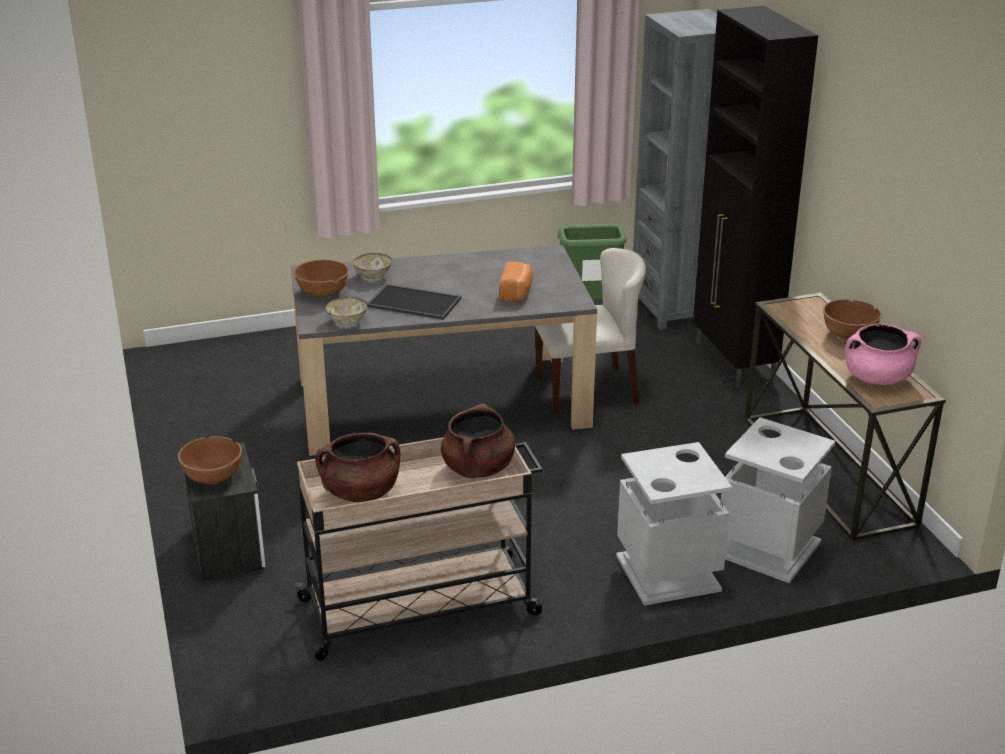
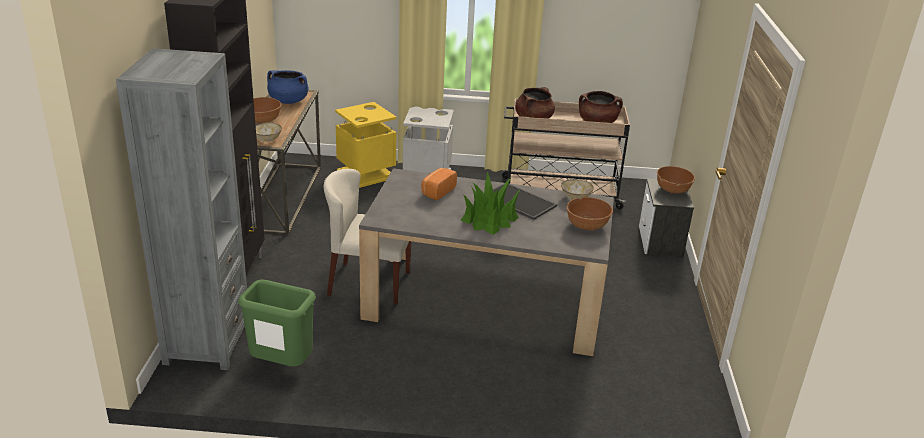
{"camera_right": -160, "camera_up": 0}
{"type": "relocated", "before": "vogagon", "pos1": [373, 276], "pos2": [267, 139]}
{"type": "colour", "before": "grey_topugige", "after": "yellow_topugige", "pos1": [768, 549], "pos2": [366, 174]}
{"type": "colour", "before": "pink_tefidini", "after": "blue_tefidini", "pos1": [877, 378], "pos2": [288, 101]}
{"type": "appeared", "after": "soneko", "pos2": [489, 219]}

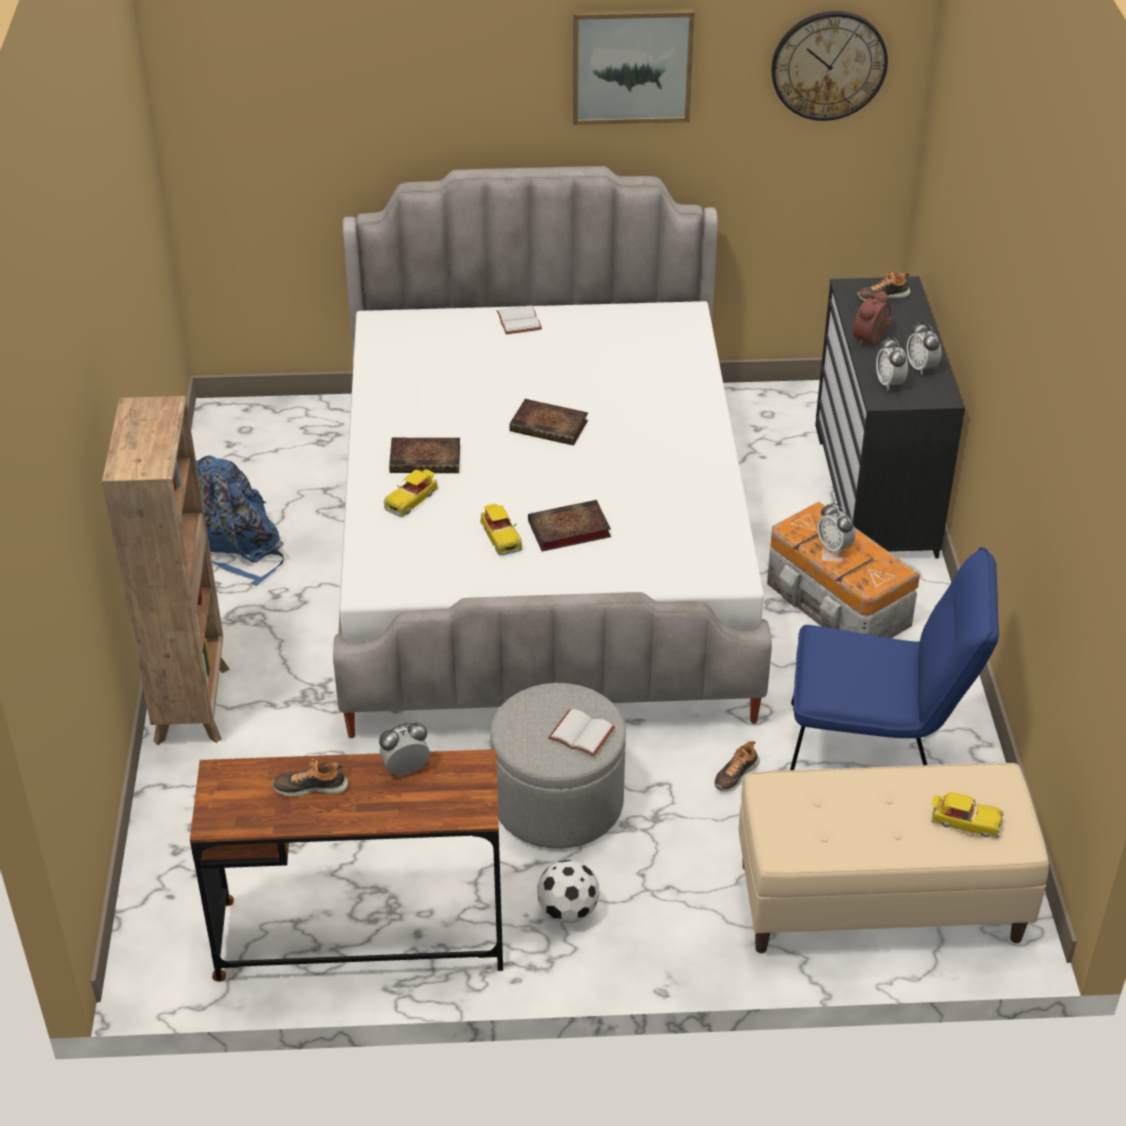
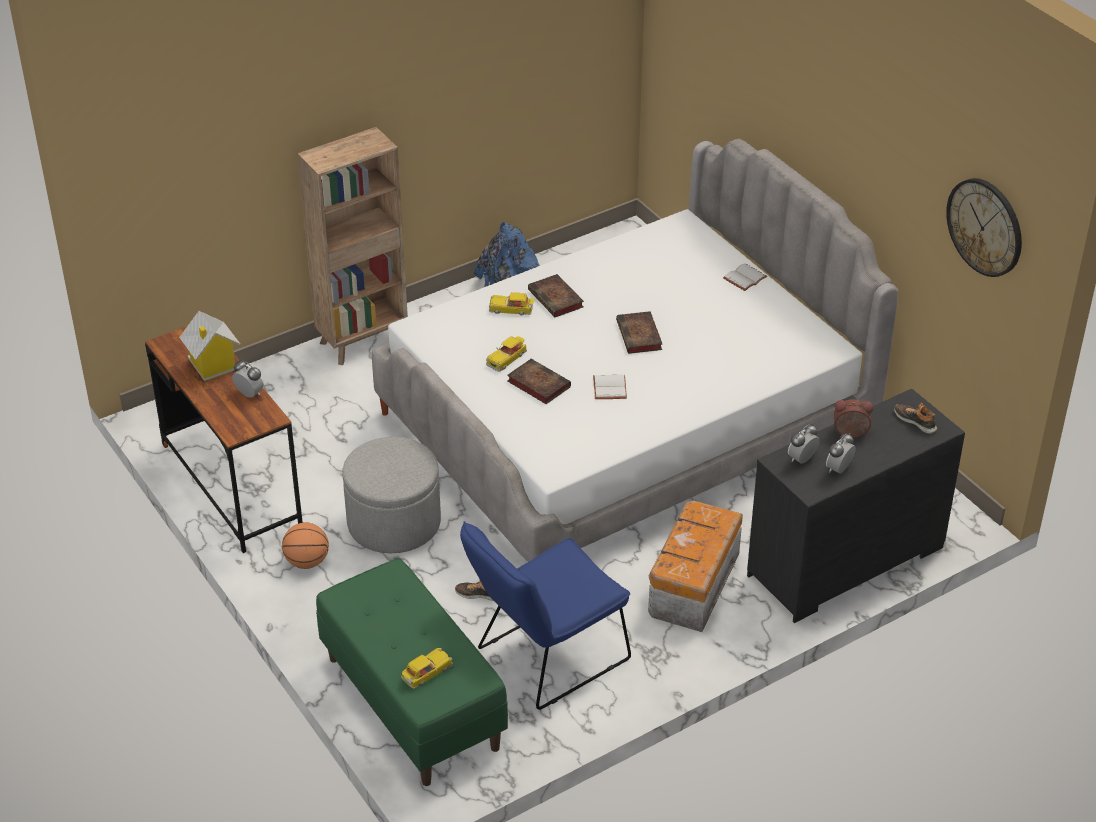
{"camera_right": 60, "camera_up": 0}
{"type": "exchanged", "before": "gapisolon", "after": "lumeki", "pos1": [311, 786], "pos2": [212, 365]}
{"type": "exchanged", "before": "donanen", "after": "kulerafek", "pos1": [567, 911], "pos2": [307, 562]}
{"type": "relocated", "before": "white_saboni", "pos1": [580, 735], "pos2": [608, 387]}
{"type": "missing", "before": "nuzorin", "pos1": [632, 65]}
{"type": "colour", "before": "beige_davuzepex", "after": "green_davuzepex", "pos1": [878, 903], "pos2": [411, 702]}
{"type": "spun", "before": "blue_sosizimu", "pos1": [875, 761], "pos2": [545, 658], "turn": 75}
{"type": "missing", "before": "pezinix", "pos1": [834, 547]}
{"type": "spun", "before": "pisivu", "pos1": [964, 822], "pos2": [426, 673], "turn": -120}

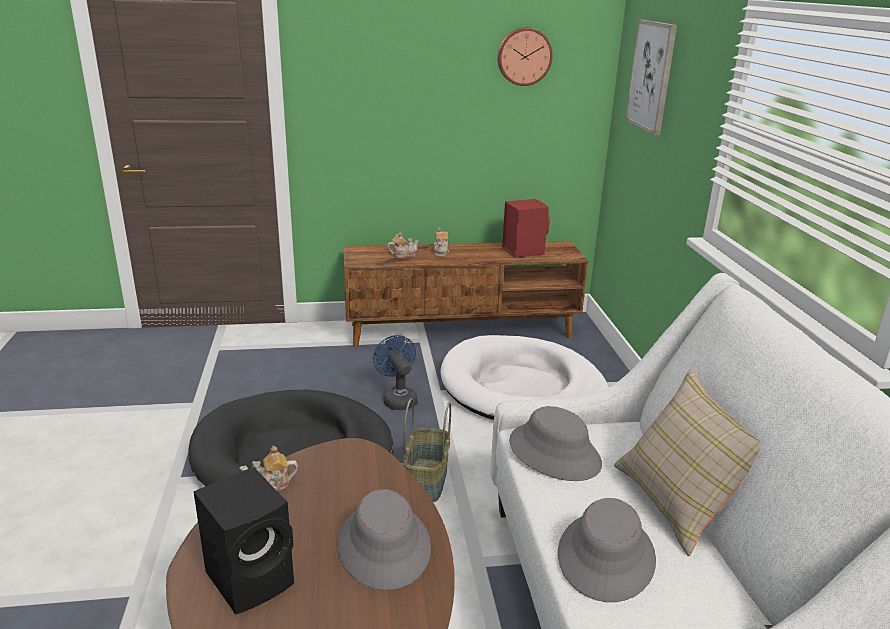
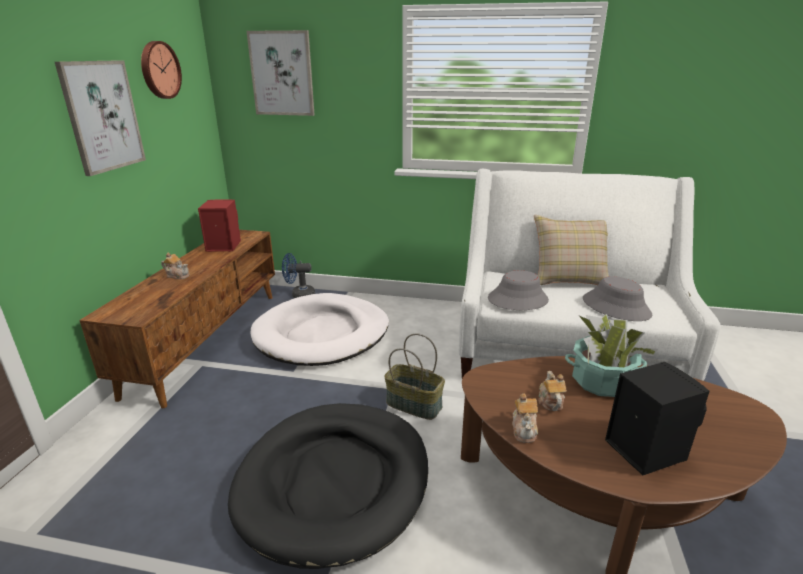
{"camera_right": -70, "camera_up": 0}
{"type": "exchanged", "before": "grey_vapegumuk", "after": "soneko", "pos1": [385, 546], "pos2": [600, 382]}
{"type": "relocated", "before": "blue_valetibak", "pos1": [397, 398], "pos2": [299, 295]}
{"type": "relocated", "before": "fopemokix", "pos1": [403, 255], "pos2": [550, 401]}
{"type": "appeared", "after": "nuzorin", "pos2": [102, 116]}

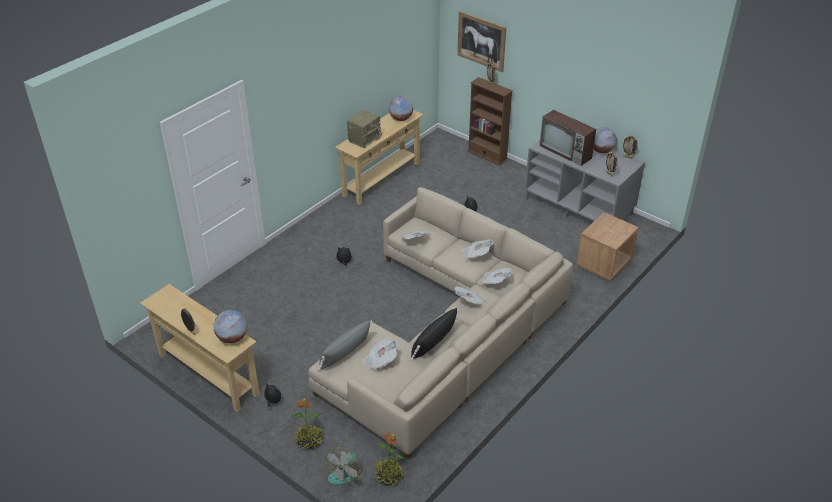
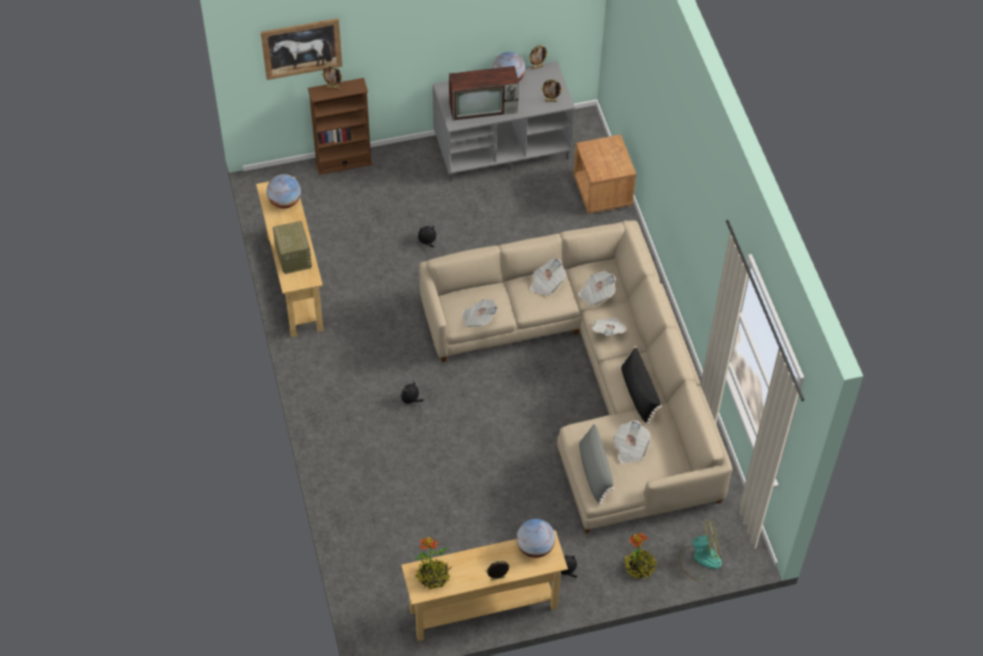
{"camera_right": -55, "camera_up": 15}
{"type": "spun", "before": "valetibak", "pos1": [346, 472], "pos2": [700, 558], "turn": -75}
{"type": "relocated", "before": "soneko", "pos1": [389, 475], "pos2": [433, 576]}

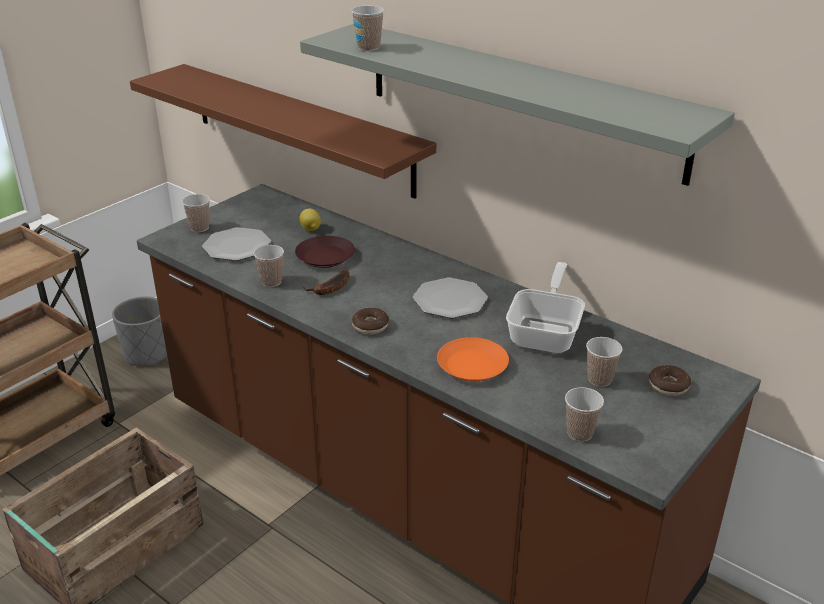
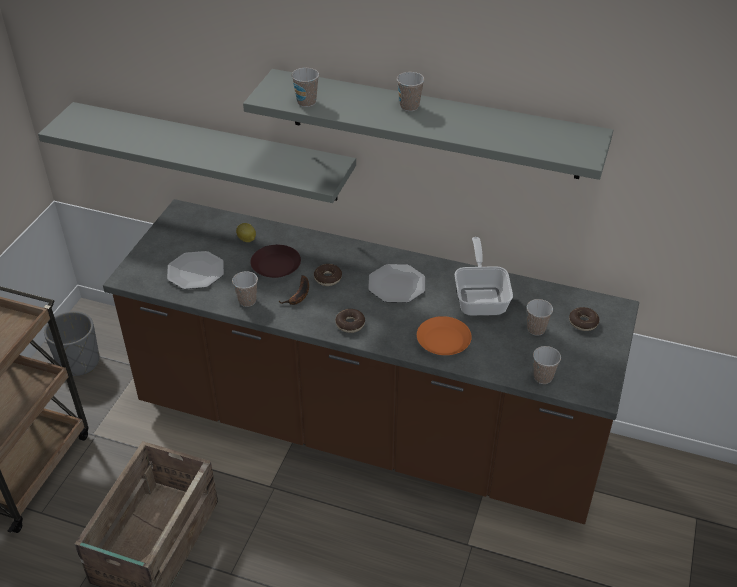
{"camera_right": -20, "camera_up": 10}
{"type": "colour", "before": "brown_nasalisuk", "after": "grey_nasalisuk", "pos1": [299, 128], "pos2": [212, 151]}
{"type": "relocated", "before": "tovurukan", "pos1": [199, 228], "pos2": [409, 106]}
{"type": "appeared", "after": "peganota", "pos2": [328, 278]}

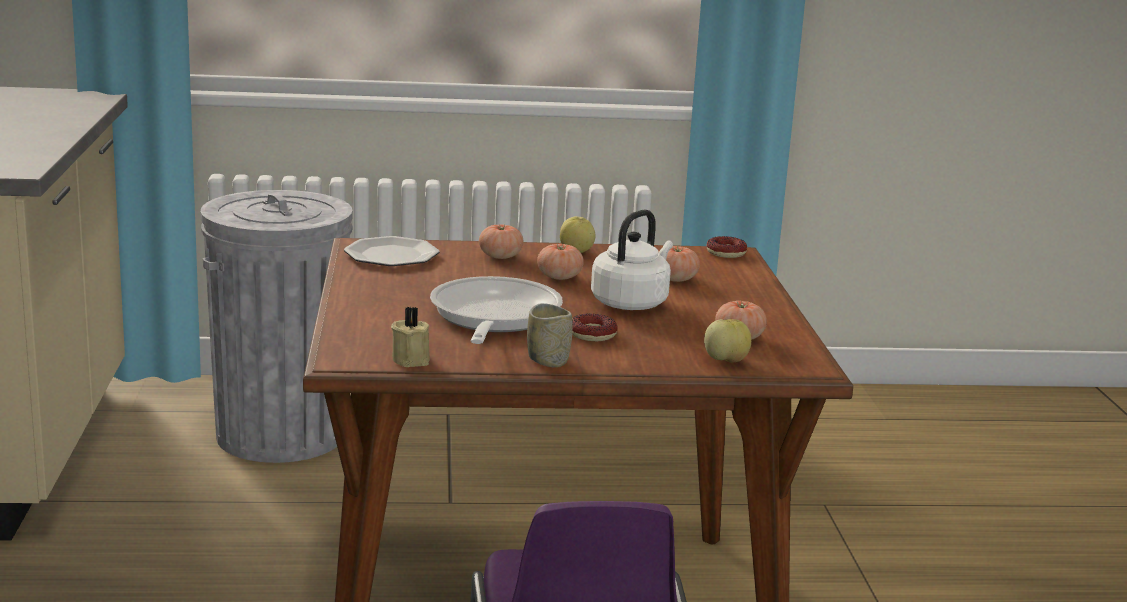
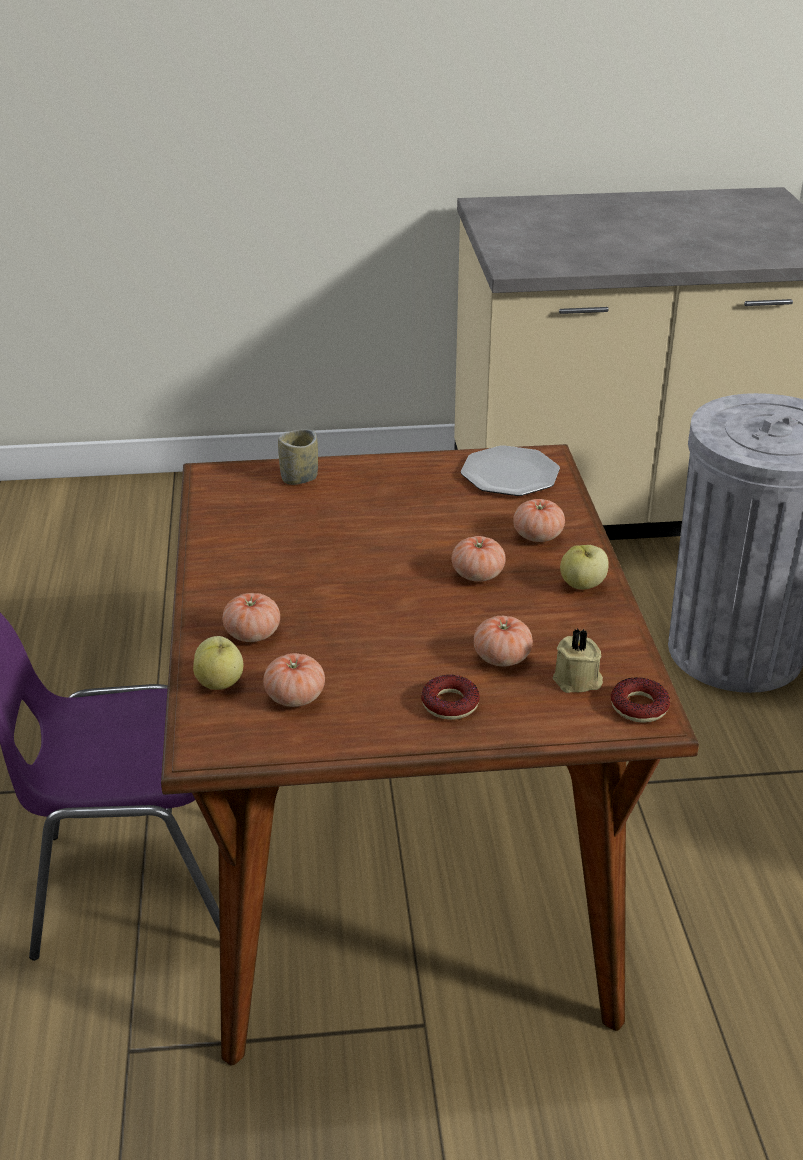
{"camera_right": 90, "camera_up": 15}
{"type": "relocated", "before": "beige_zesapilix", "pos1": [412, 359], "pos2": [578, 681]}
{"type": "missing", "before": "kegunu", "pos1": [492, 318]}
{"type": "relocated", "before": "tovurukan", "pos1": [548, 361], "pos2": [299, 478]}
{"type": "relocated", "before": "peganota", "pos1": [592, 334], "pos2": [450, 704]}
{"type": "missing", "before": "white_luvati", "pos1": [632, 302]}
{"type": "appeared", "after": "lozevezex", "pos2": [252, 634]}

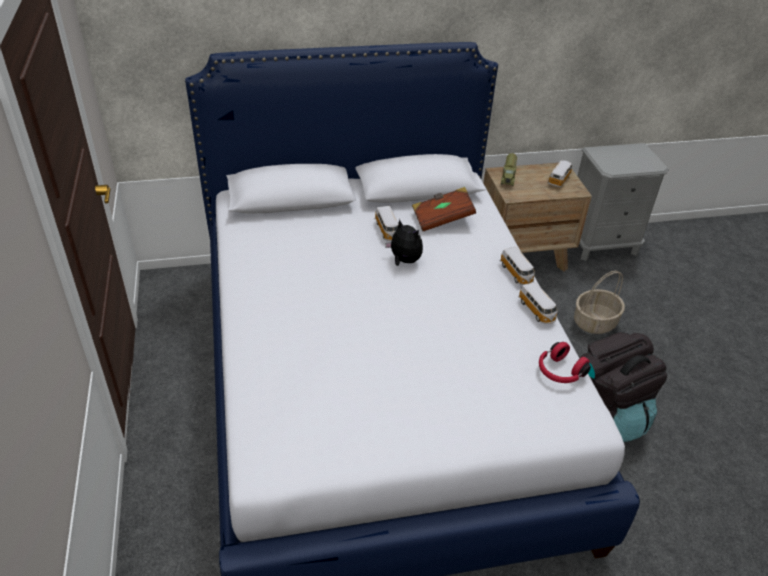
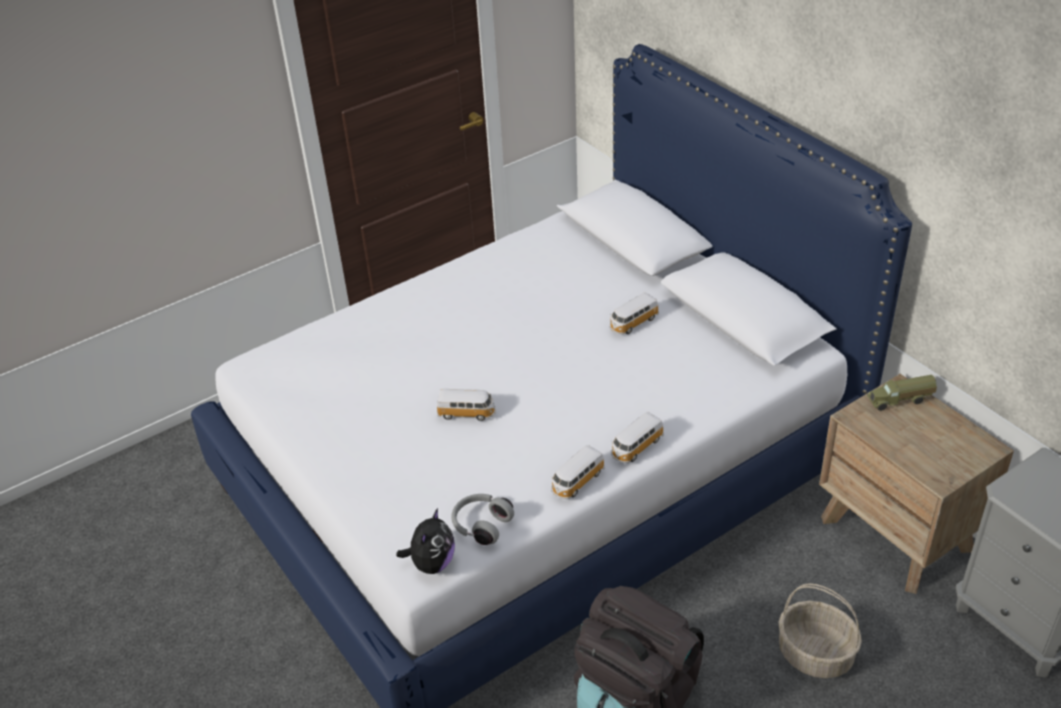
{"camera_right": 70, "camera_up": 0}
{"type": "relocated", "before": "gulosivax", "pos1": [404, 261], "pos2": [432, 563]}
{"type": "missing", "before": "brown_saboni", "pos1": [442, 219]}
{"type": "colour", "before": "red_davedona", "after": "grey_davedona", "pos1": [559, 372], "pos2": [481, 525]}
{"type": "relocated", "before": "pisivu", "pos1": [559, 179], "pos2": [467, 413]}

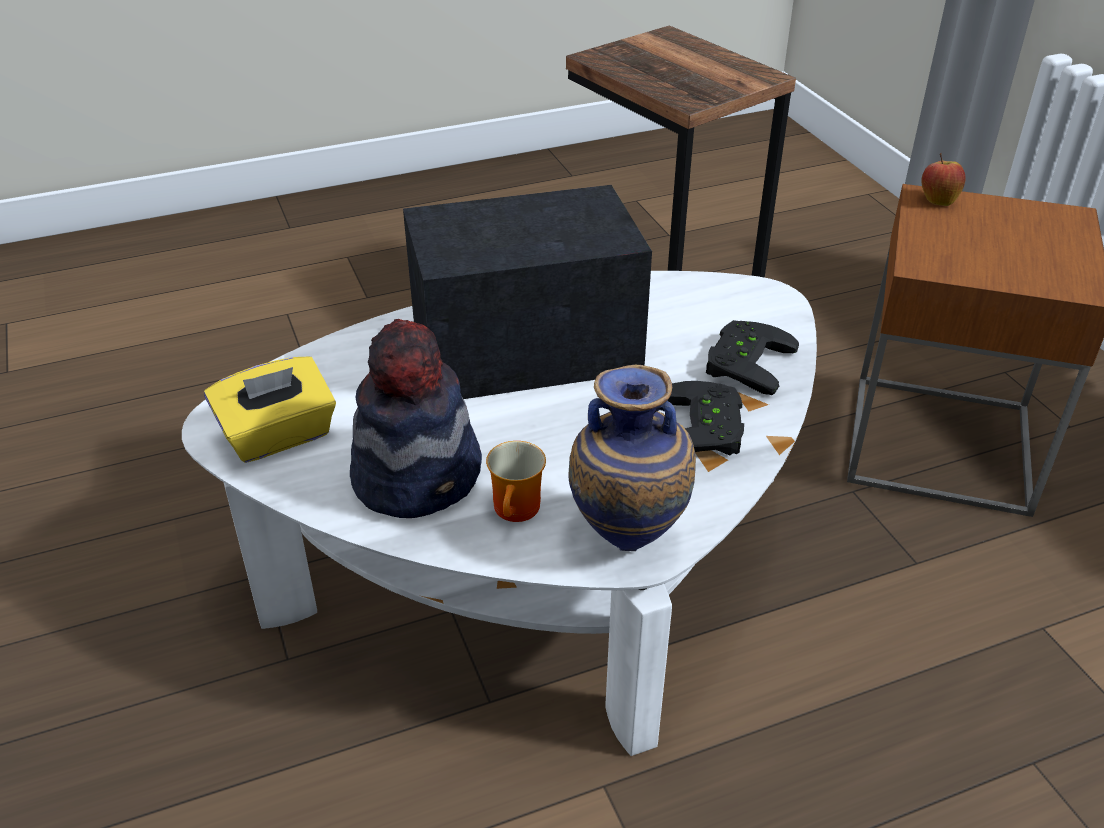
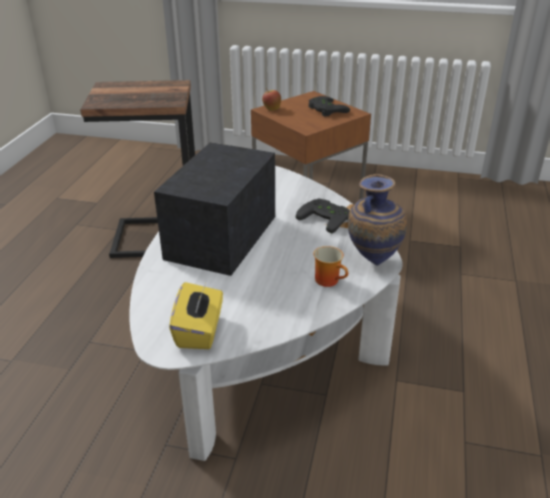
{"camera_right": -55, "camera_up": -5}
{"type": "missing", "before": "vapegumuk", "pos1": [418, 474]}
{"type": "relocated", "before": "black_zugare", "pos1": [743, 361], "pos2": [325, 110]}

